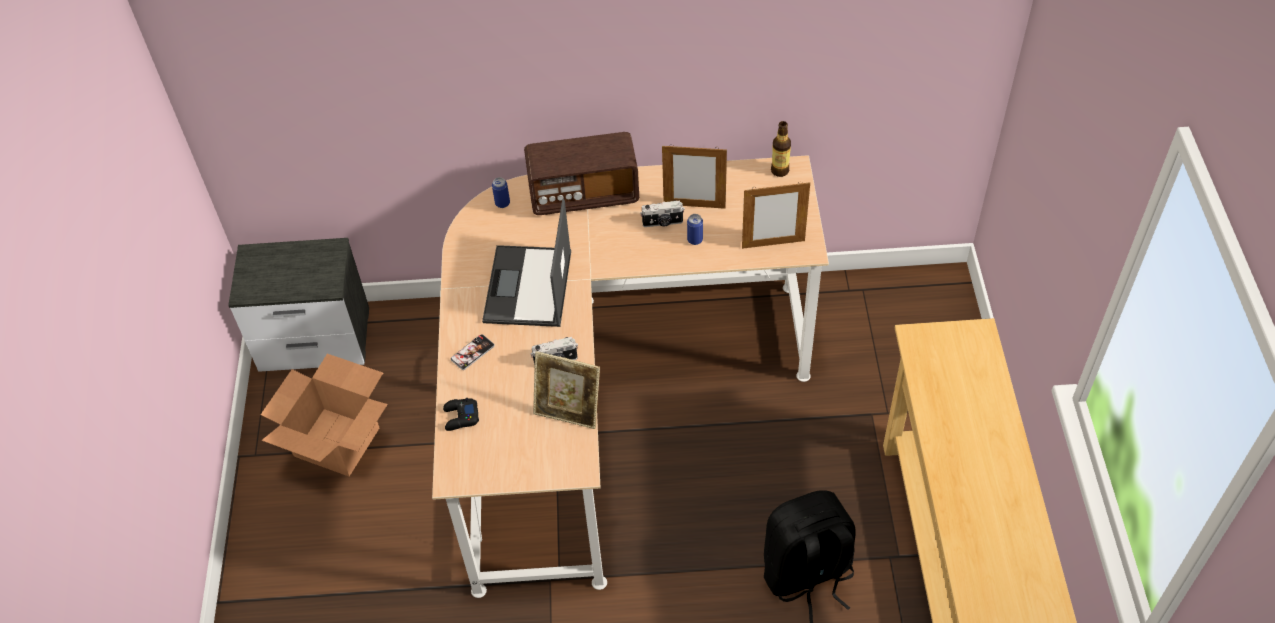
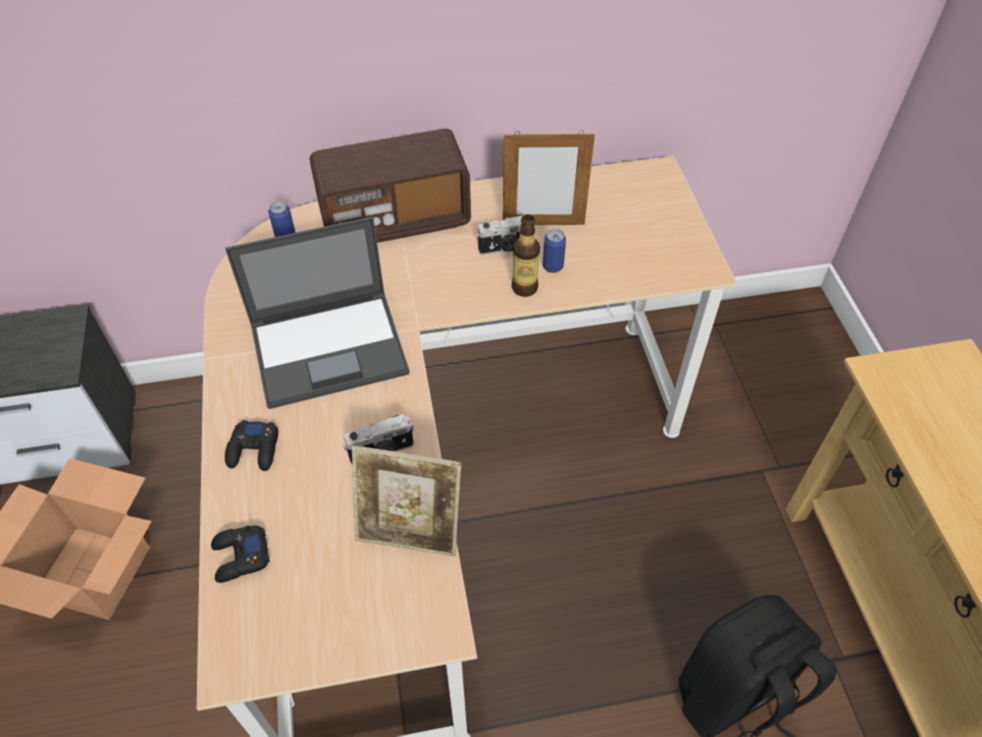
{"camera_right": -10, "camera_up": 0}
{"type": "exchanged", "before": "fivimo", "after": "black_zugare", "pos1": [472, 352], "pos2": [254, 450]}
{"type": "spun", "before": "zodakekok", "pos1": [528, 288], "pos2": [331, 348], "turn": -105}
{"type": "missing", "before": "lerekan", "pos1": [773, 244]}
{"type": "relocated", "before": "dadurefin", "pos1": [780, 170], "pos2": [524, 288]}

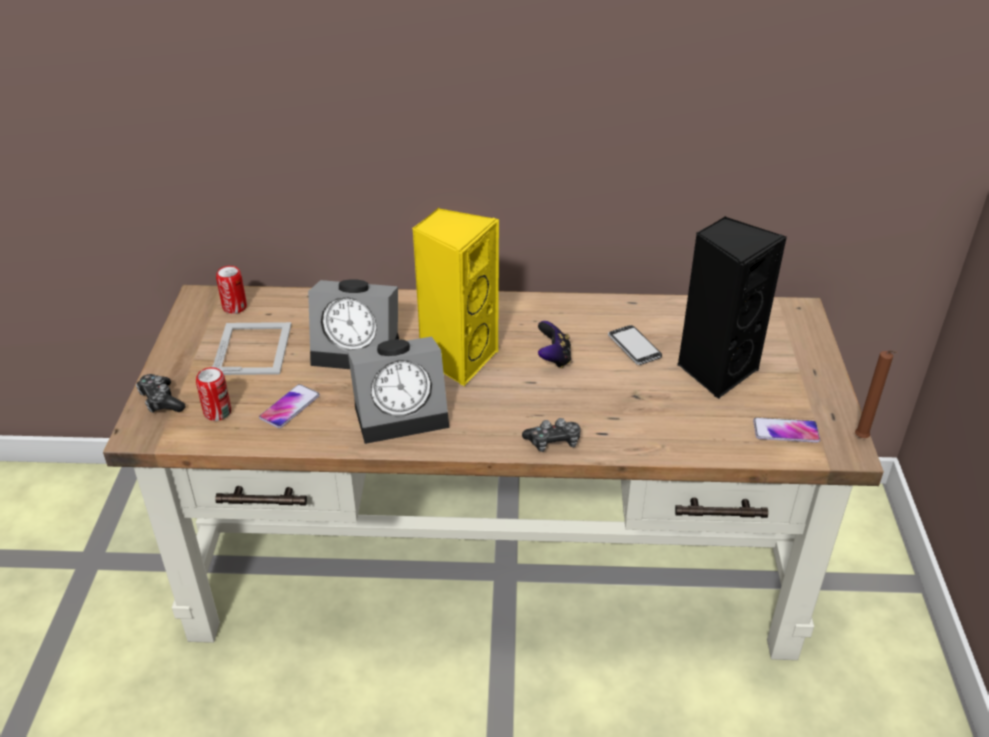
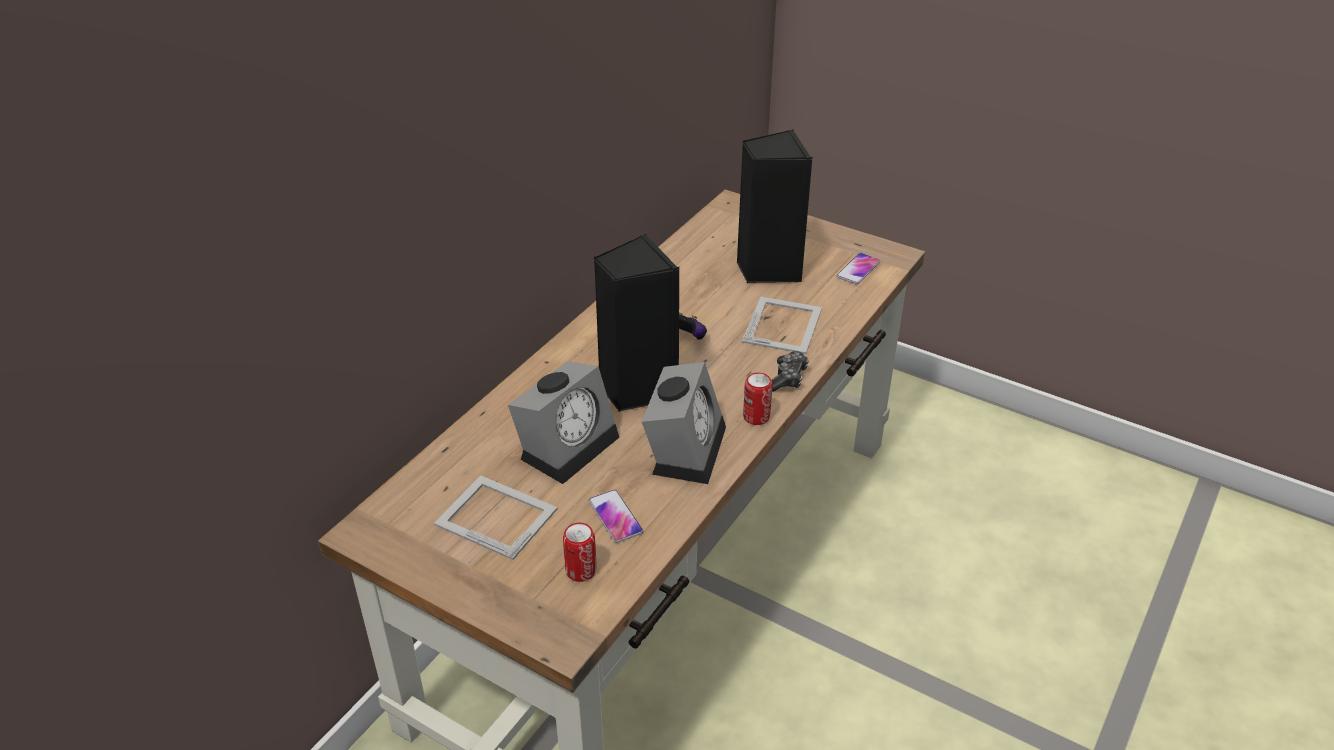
{"camera_right": -60, "camera_up": 0}
{"type": "missing", "before": "zugare", "pos1": [161, 401]}
{"type": "relocated", "before": "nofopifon", "pos1": [235, 307], "pos2": [756, 417]}
{"type": "colour", "before": "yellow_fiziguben", "after": "black_fiziguben", "pos1": [457, 359], "pos2": [636, 389]}
{"type": "missing", "before": "fivimo", "pos1": [634, 347]}
{"type": "missing", "before": "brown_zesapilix", "pos1": [862, 439]}
{"type": "appeared", "after": "lerekan", "pos2": [783, 324]}

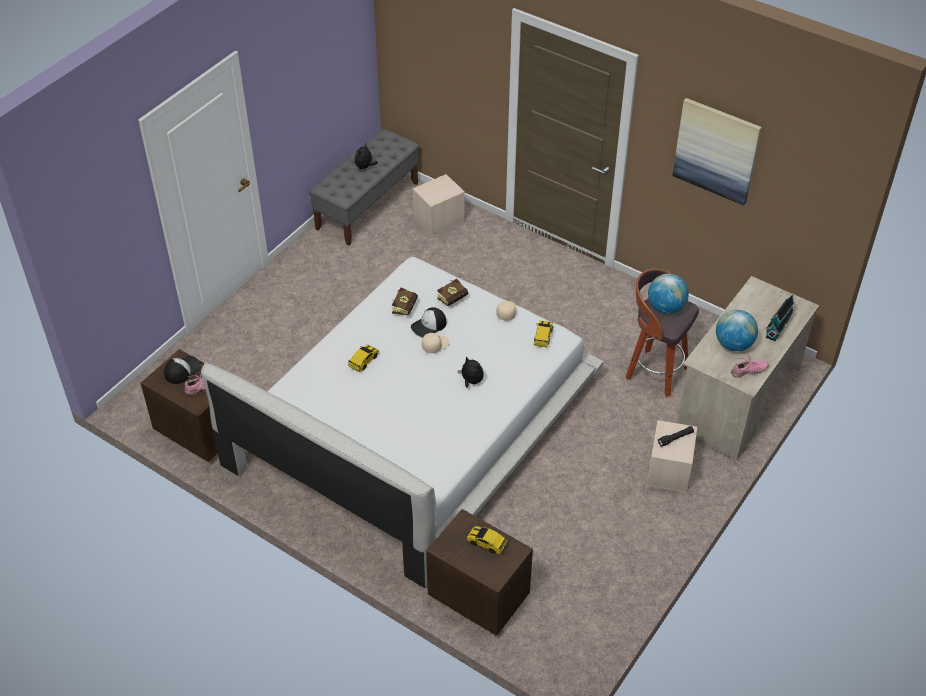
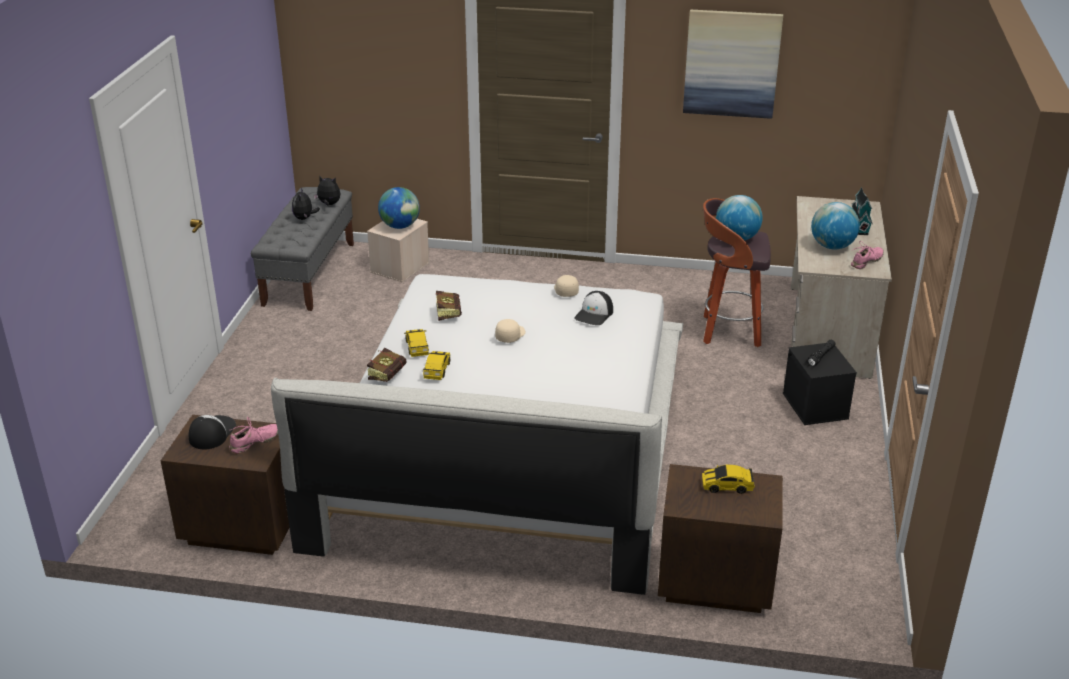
{"camera_right": -25, "camera_up": -15}
{"type": "relocated", "before": "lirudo", "pos1": [429, 325], "pos2": [594, 314]}
{"type": "relocated", "before": "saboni", "pos1": [455, 298], "pos2": [389, 374]}
{"type": "relocated", "before": "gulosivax", "pos1": [471, 381], "pos2": [329, 204]}
{"type": "relocated", "before": "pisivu", "pos1": [543, 336], "pos2": [417, 347]}
{"type": "colour", "before": "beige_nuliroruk", "after": "black_nuliroruk", "pos1": [669, 471], "pos2": [816, 406]}
{"type": "appeared", "after": "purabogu", "pos2": [400, 226]}

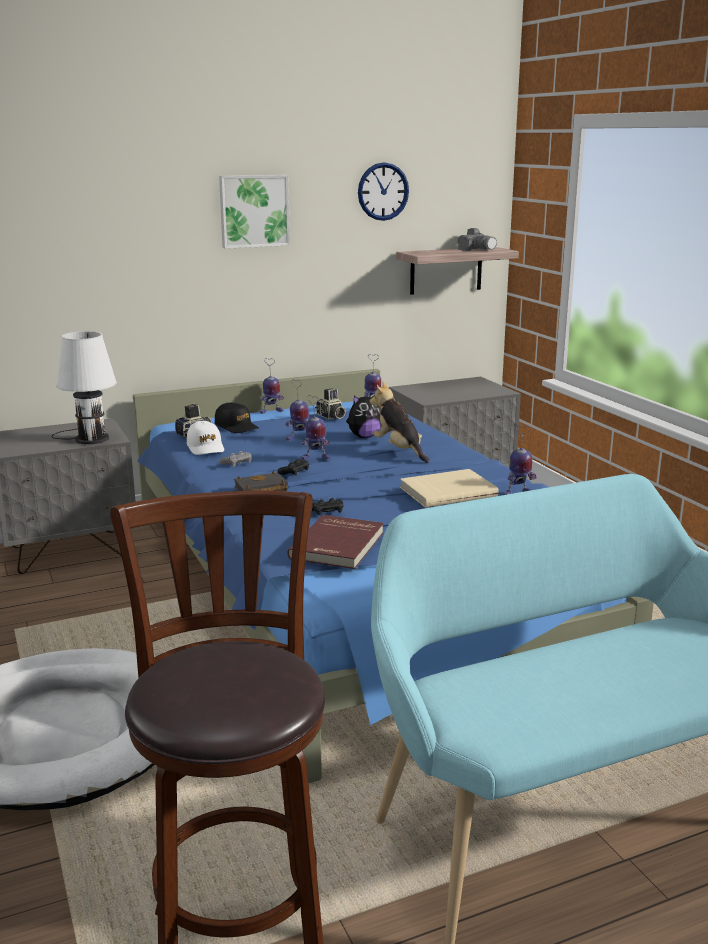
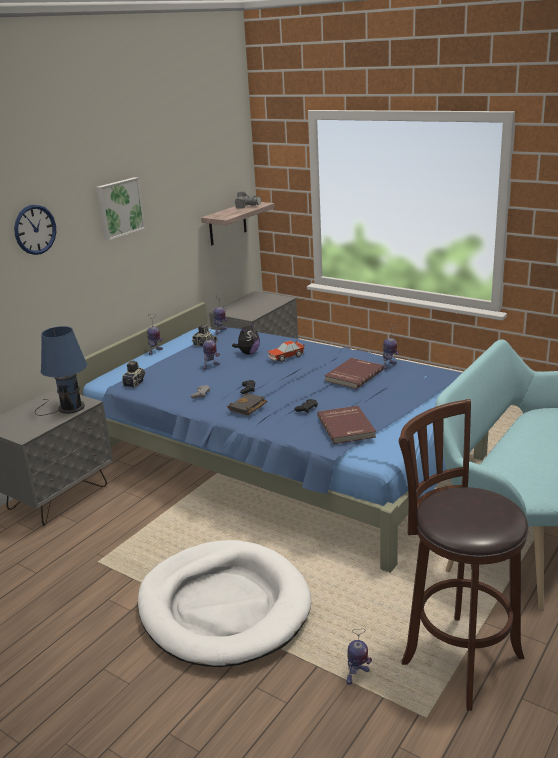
{"camera_right": -30, "camera_up": 5}
{"type": "colour", "before": "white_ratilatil", "after": "blue_ratilatil", "pos1": [89, 438], "pos2": [68, 408]}
{"type": "missing", "before": "white_lirudo", "pos1": [205, 447]}
{"type": "missing", "before": "black_lirudo", "pos1": [236, 426]}
{"type": "relocated", "before": "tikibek", "pos1": [315, 458], "pos2": [357, 676]}
{"type": "relocated", "before": "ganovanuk", "pos1": [383, 191], "pos2": [35, 229]}
{"type": "exchanged", "before": "gulosivax", "after": "pisivu", "pos1": [399, 450], "pos2": [286, 357]}
{"type": "colour", "before": "beige_saboni", "after": "red_saboni", "pos1": [447, 491], "pos2": [353, 375]}

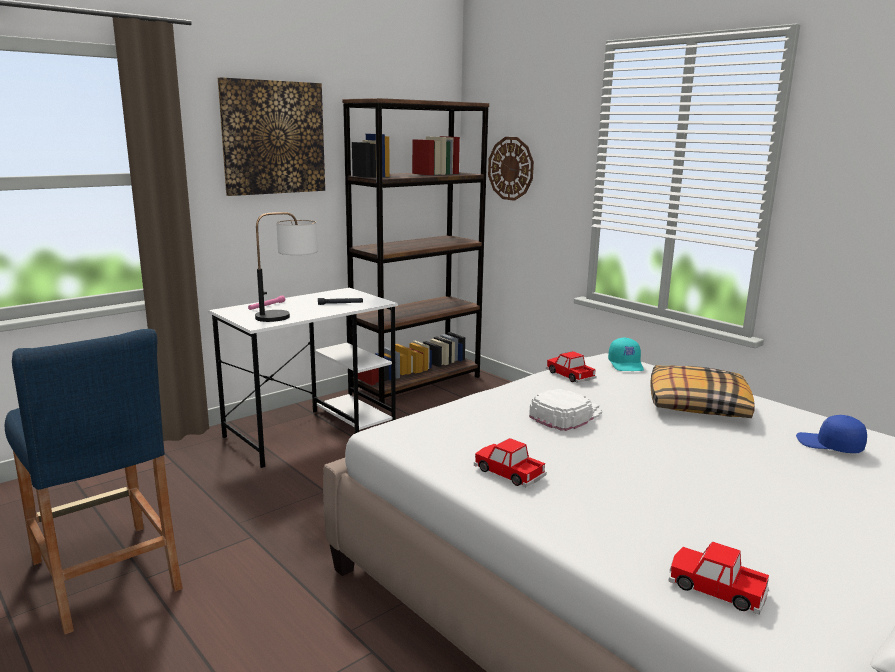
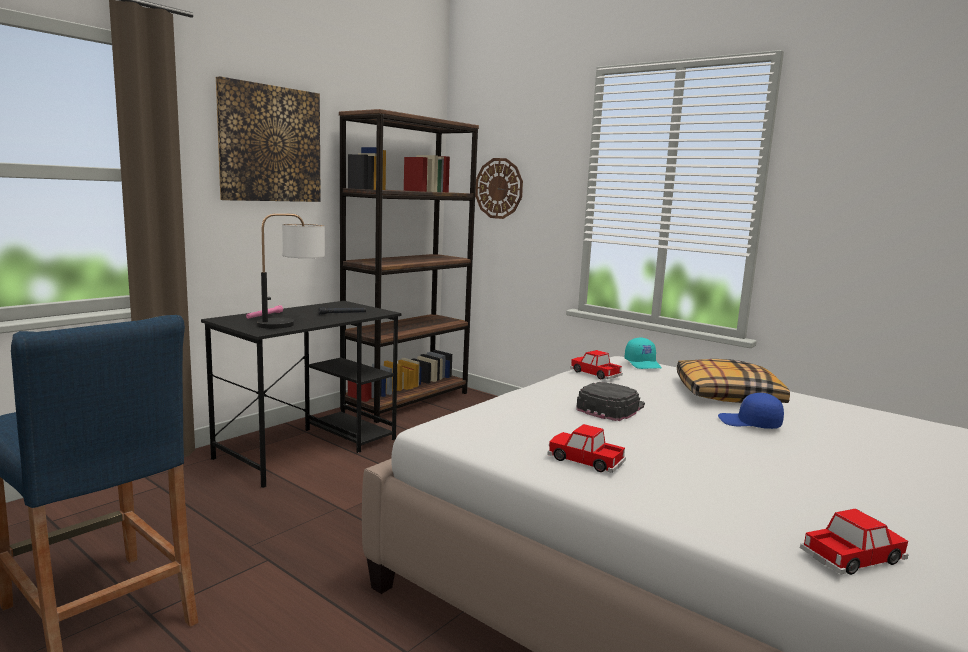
{"camera_right": -10, "camera_up": -5}
{"type": "colour", "before": "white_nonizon", "after": "black_nonizon", "pos1": [312, 430], "pos2": [309, 448]}
{"type": "colour", "before": "white_lirudo", "after": "black_lirudo", "pos1": [566, 415], "pos2": [611, 407]}
{"type": "spun", "before": "pisivu", "pos1": [716, 588], "pos2": [853, 557], "turn": 135}
{"type": "relocated", "before": "blue_lirudo", "pos1": [829, 445], "pos2": [749, 423]}

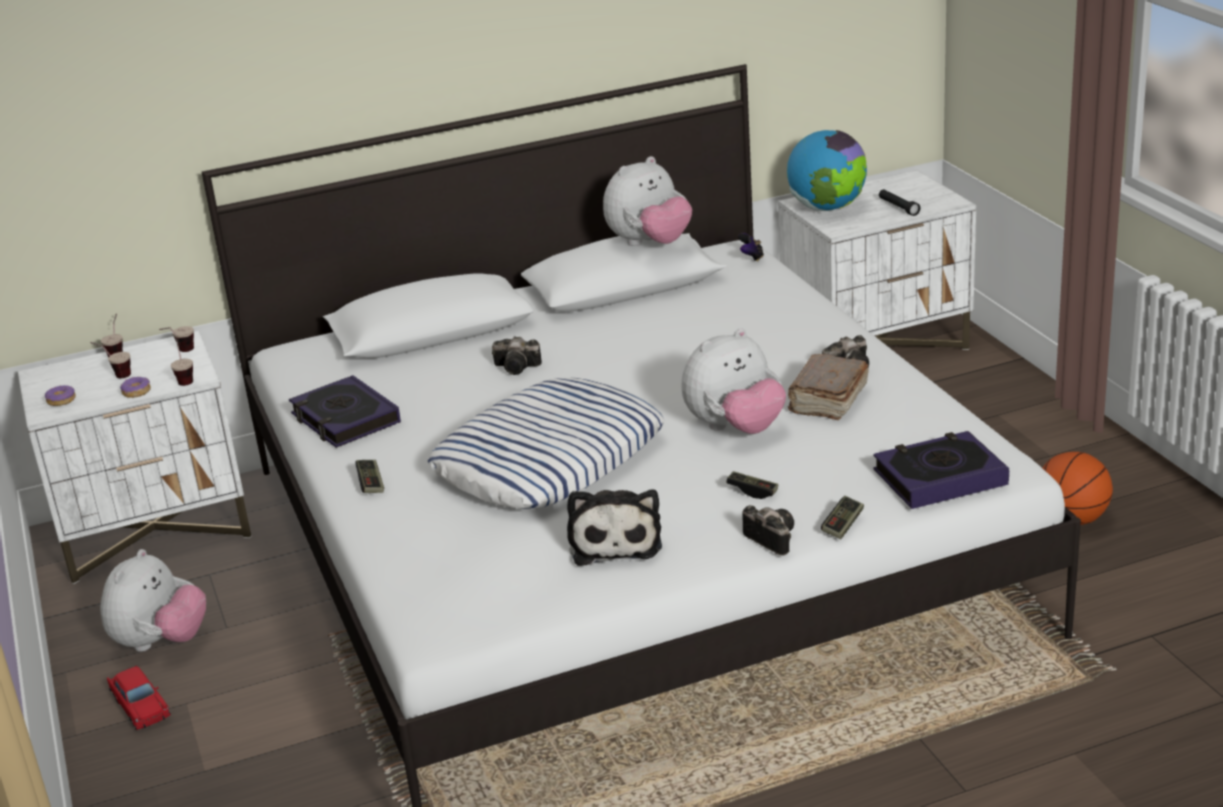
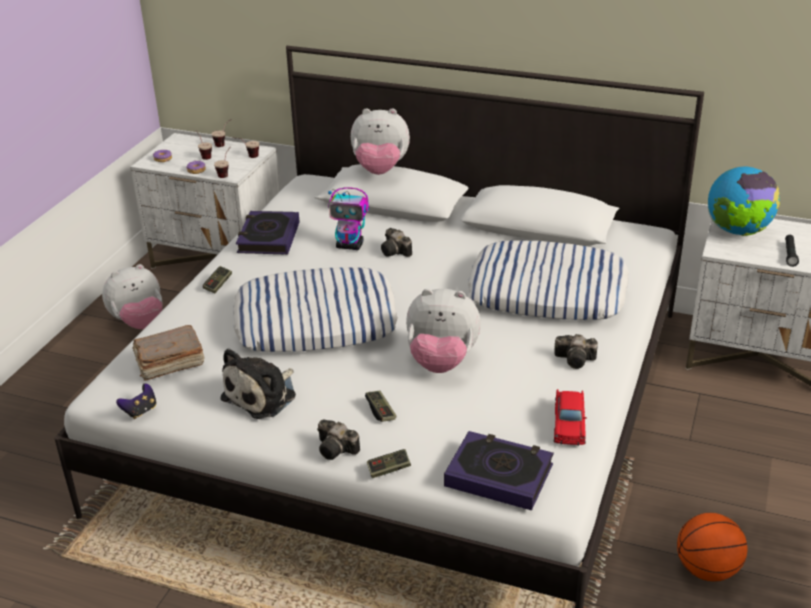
{"camera_right": 40, "camera_up": 5}
{"type": "relocated", "before": "red_pisivu", "pos1": [140, 706], "pos2": [569, 424]}
{"type": "relocated", "before": "gulosivax", "pos1": [649, 244], "pos2": [380, 170]}
{"type": "relocated", "before": "zugare", "pos1": [751, 257], "pos2": [140, 411]}
{"type": "spun", "before": "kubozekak", "pos1": [769, 538], "pos2": [337, 450], "turn": 120}
{"type": "relocated", "before": "brown_saboni", "pos1": [827, 401], "pos2": [169, 363]}
{"type": "appeared", "after": "tikibek", "pos2": [350, 246]}
{"type": "appeared", "after": "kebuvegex", "pos2": [548, 291]}

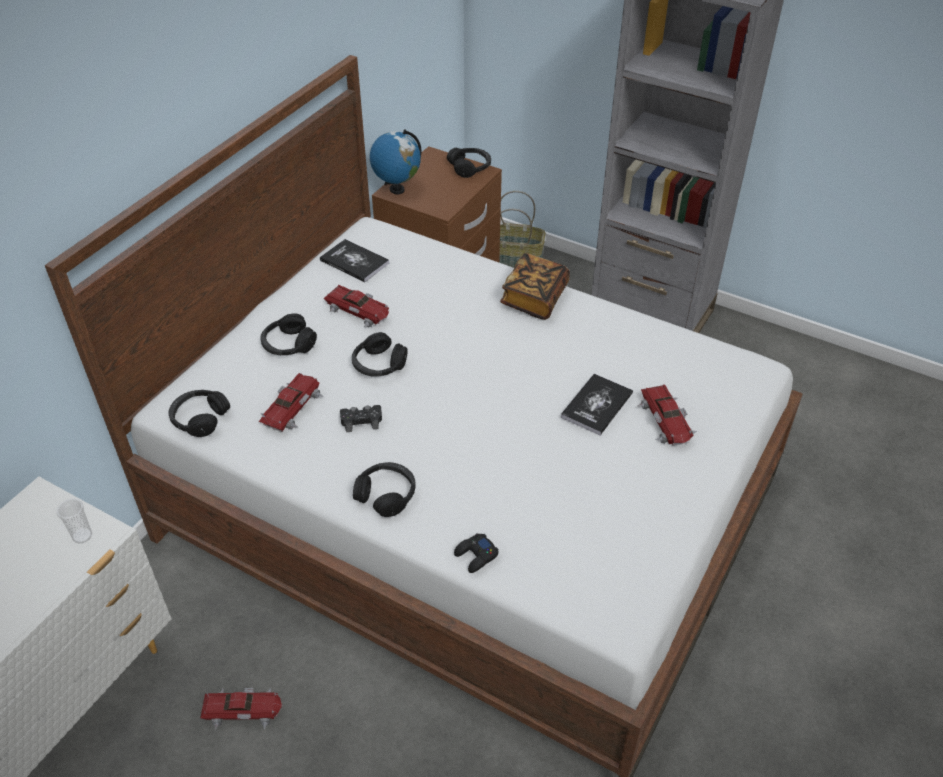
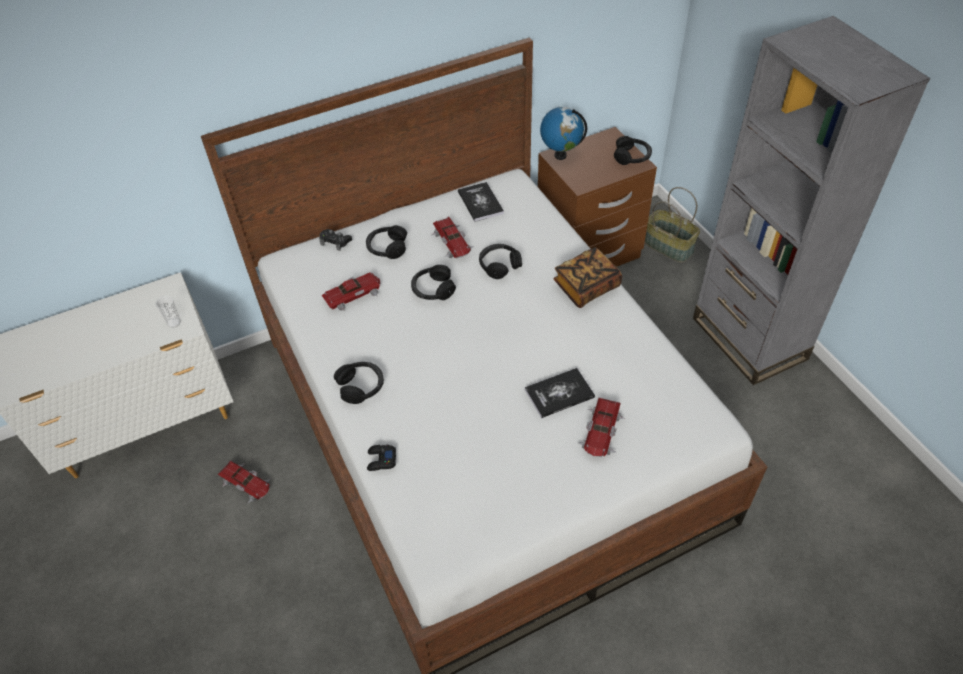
{"camera_right": 35, "camera_up": 5}
{"type": "relocated", "before": "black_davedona", "pos1": [200, 418], "pos2": [499, 265]}
{"type": "relocated", "before": "black_zugare", "pos1": [361, 421], "pos2": [335, 241]}

